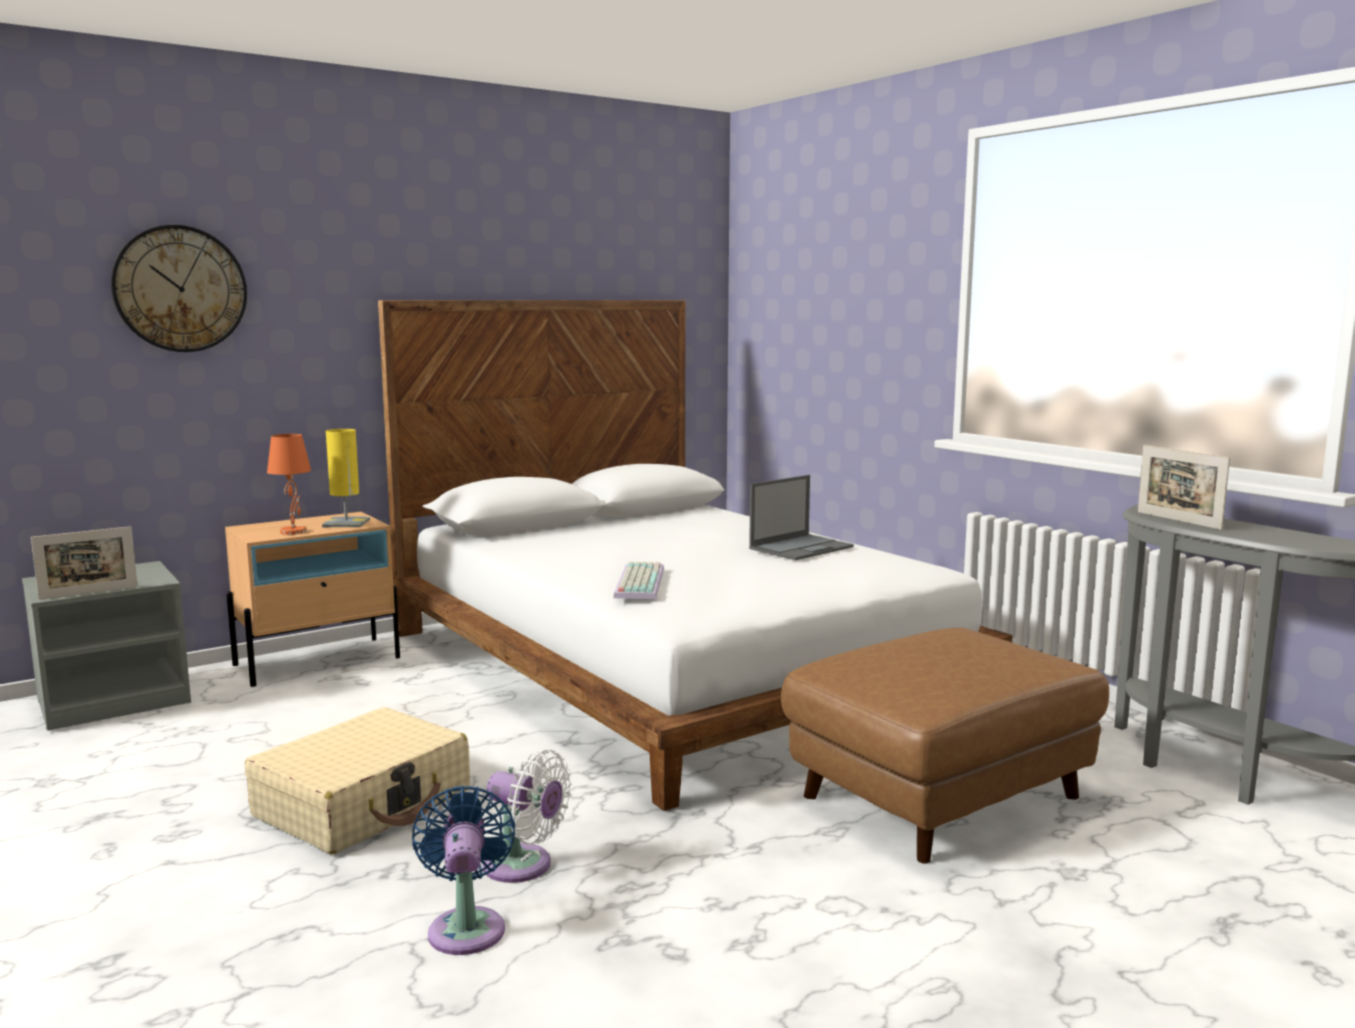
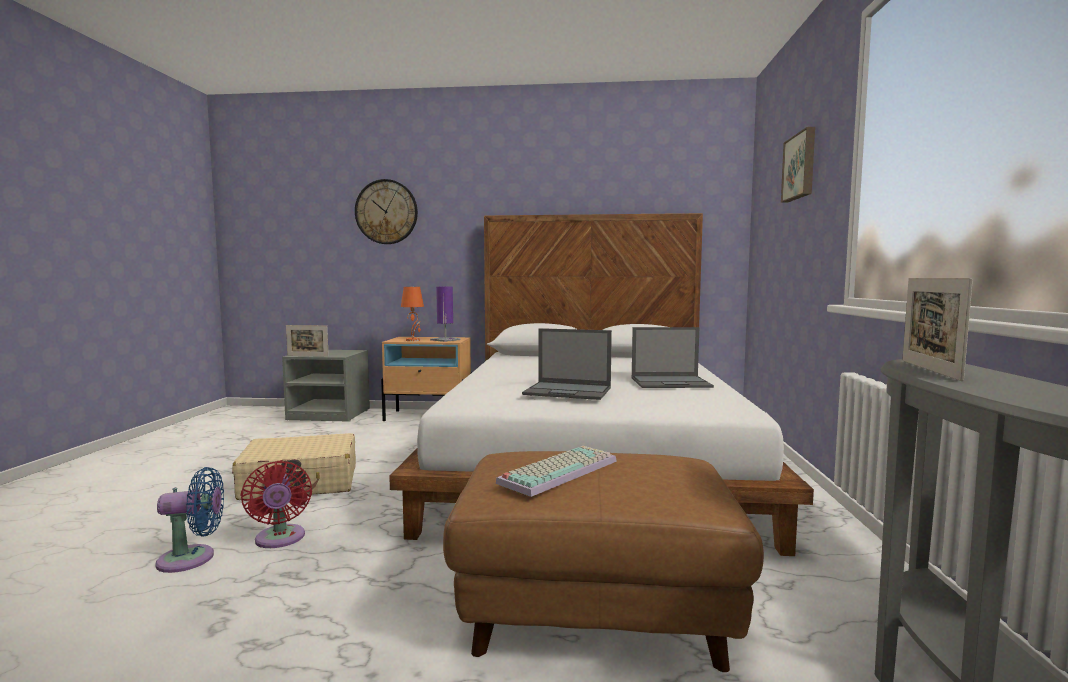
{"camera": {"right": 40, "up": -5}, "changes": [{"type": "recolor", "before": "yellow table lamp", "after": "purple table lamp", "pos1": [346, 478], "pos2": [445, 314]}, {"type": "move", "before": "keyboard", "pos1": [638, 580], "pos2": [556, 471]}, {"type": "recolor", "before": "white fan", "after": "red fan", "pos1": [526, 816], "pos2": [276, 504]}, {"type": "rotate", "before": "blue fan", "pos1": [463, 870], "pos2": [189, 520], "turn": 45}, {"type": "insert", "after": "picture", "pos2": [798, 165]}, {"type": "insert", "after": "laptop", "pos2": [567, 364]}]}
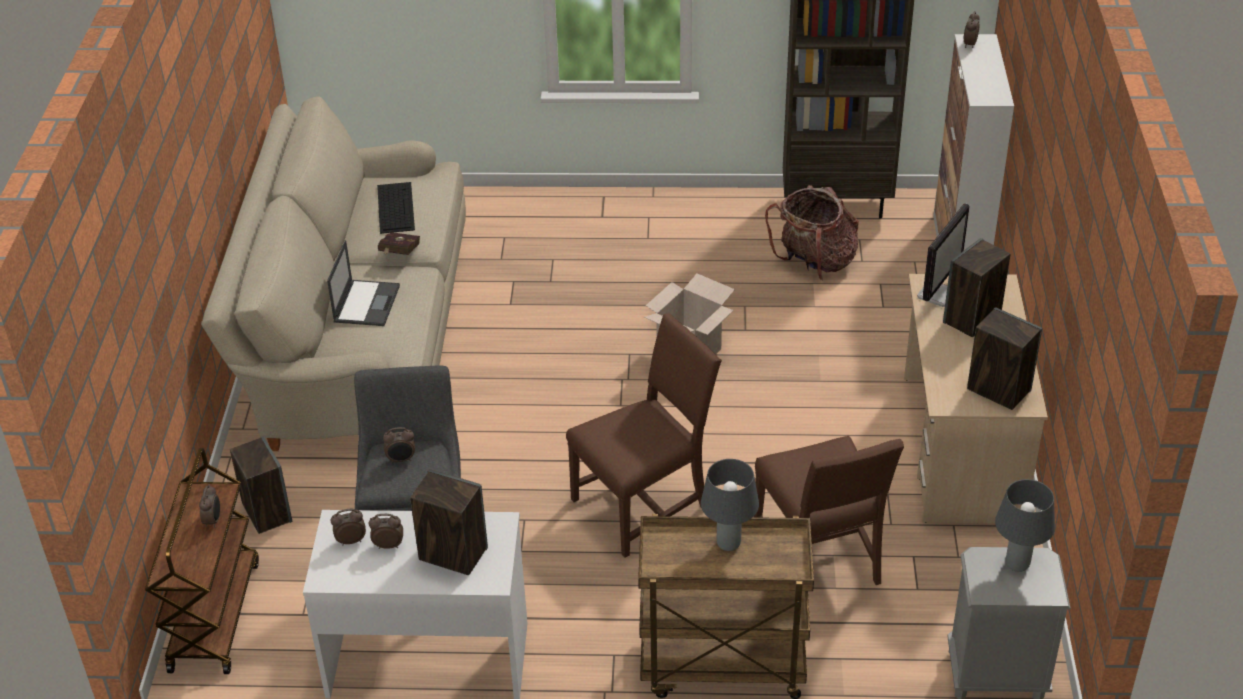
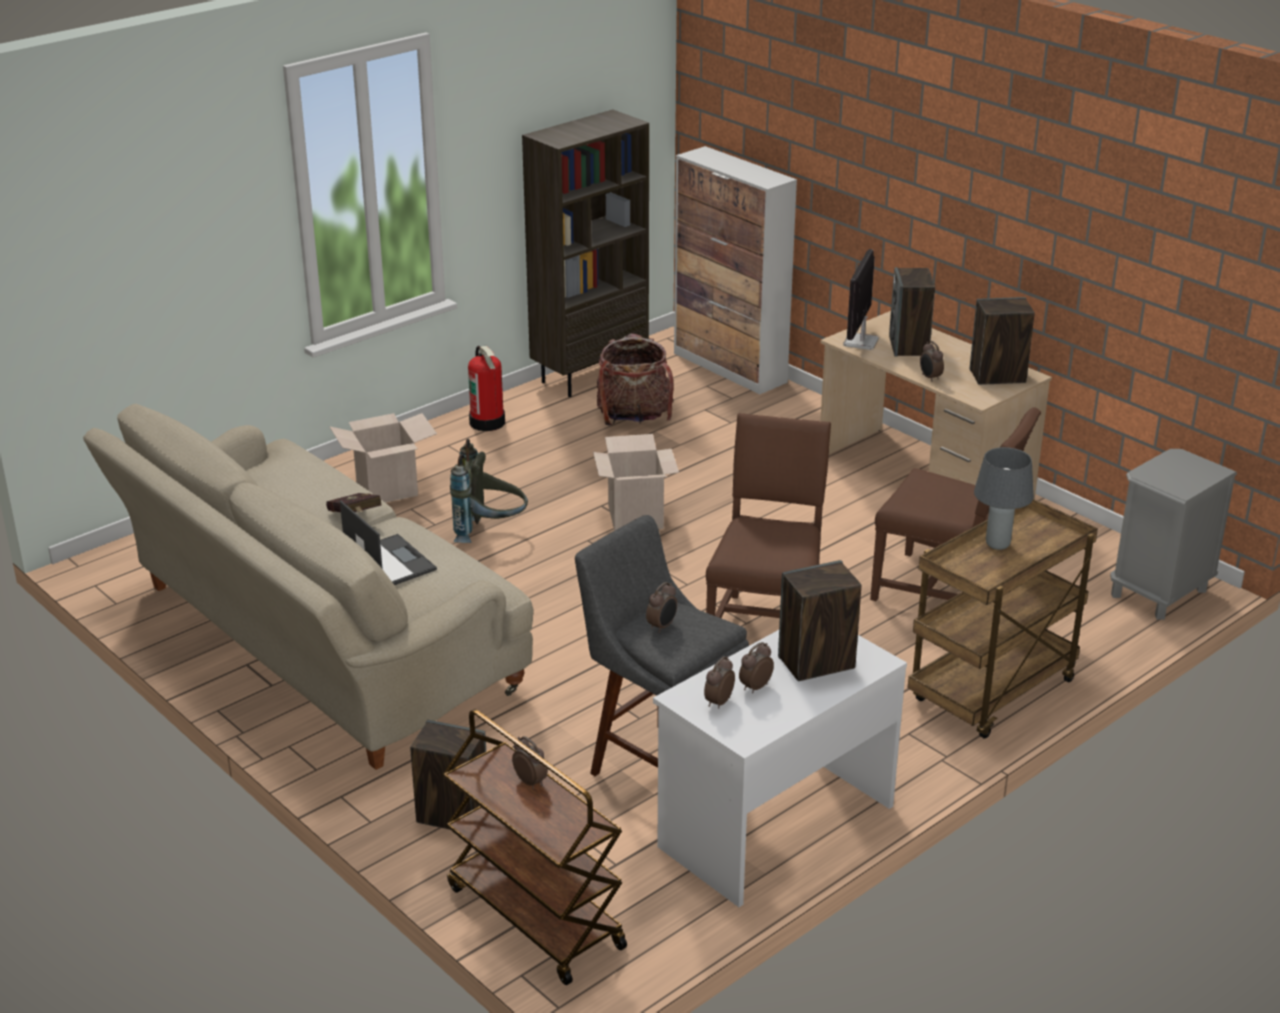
{"camera": {"right": -45, "up": -10}, "changes": [{"type": "move", "before": "alarm clock", "pos1": [972, 29], "pos2": [932, 361]}, {"type": "delete", "before": "keyboard", "pos1": [396, 208]}, {"type": "rotate", "before": "monitor", "pos1": [943, 255], "pos2": [861, 299], "turn": -150}, {"type": "delete", "before": "grey table lamp", "pos1": [1025, 525]}, {"type": "insert", "after": "fire extinguisher", "pos2": [486, 388]}, {"type": "insert", "after": "cardboard box", "pos2": [383, 458]}, {"type": "insert", "after": "grey backpack", "pos2": [489, 491]}]}
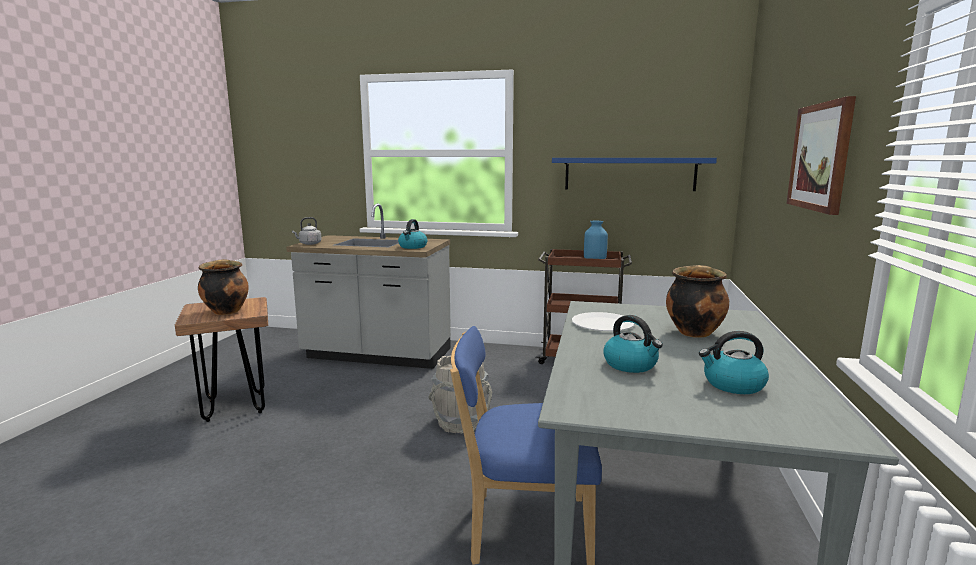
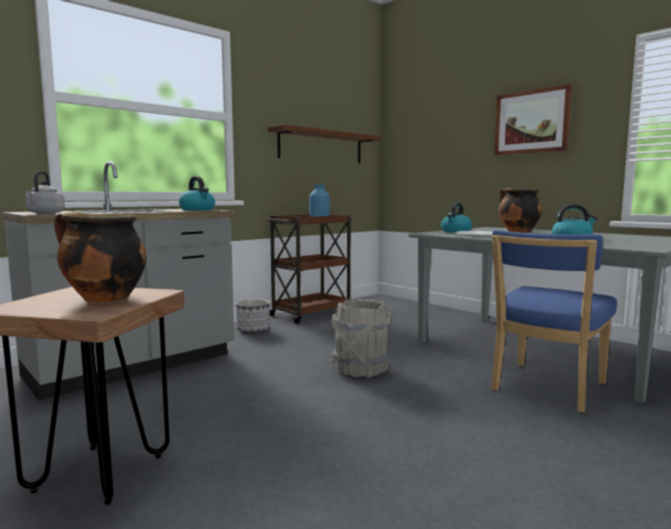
{"camera": {"right": -55, "up": -5}, "changes": [{"type": "recolor", "before": "blue shelf", "after": "brown shelf", "pos1": [634, 174], "pos2": [325, 143]}, {"type": "move", "before": "kettle", "pos1": [734, 362], "pos2": [456, 218]}, {"type": "insert", "after": "planter", "pos2": [253, 316]}]}
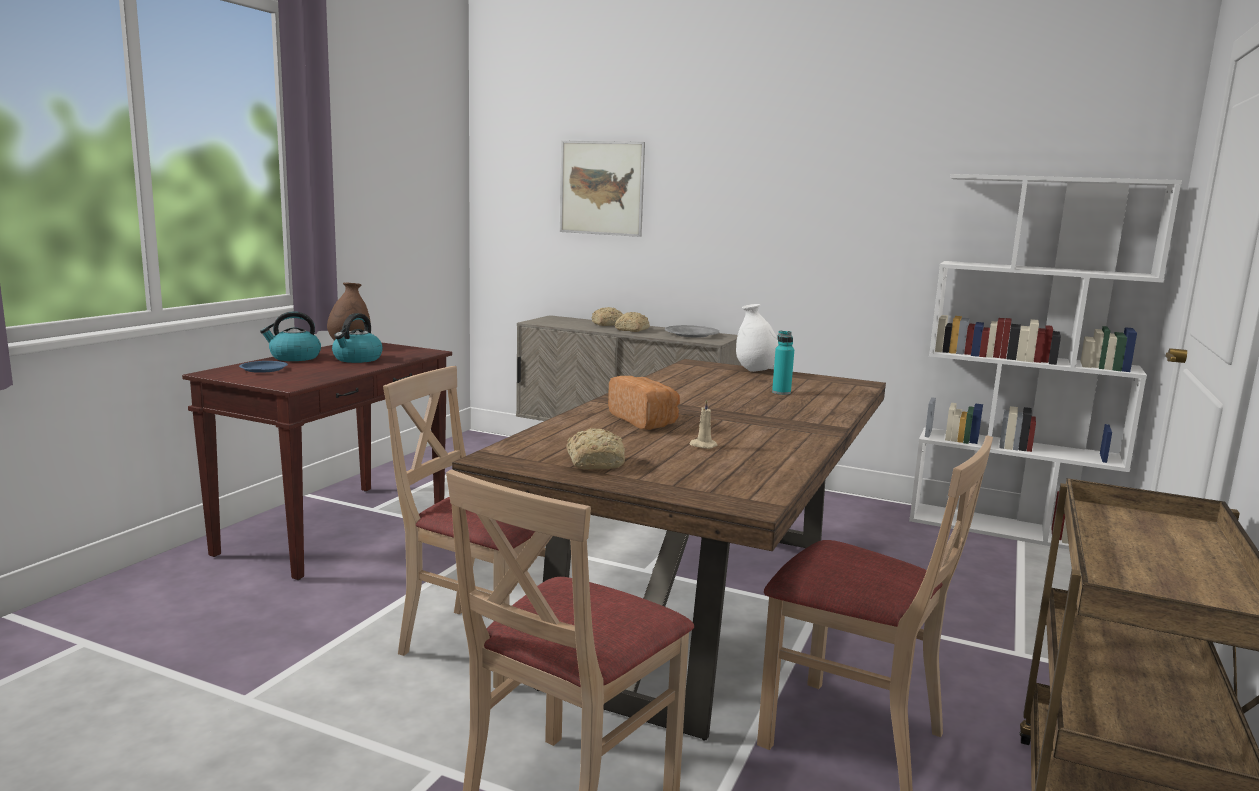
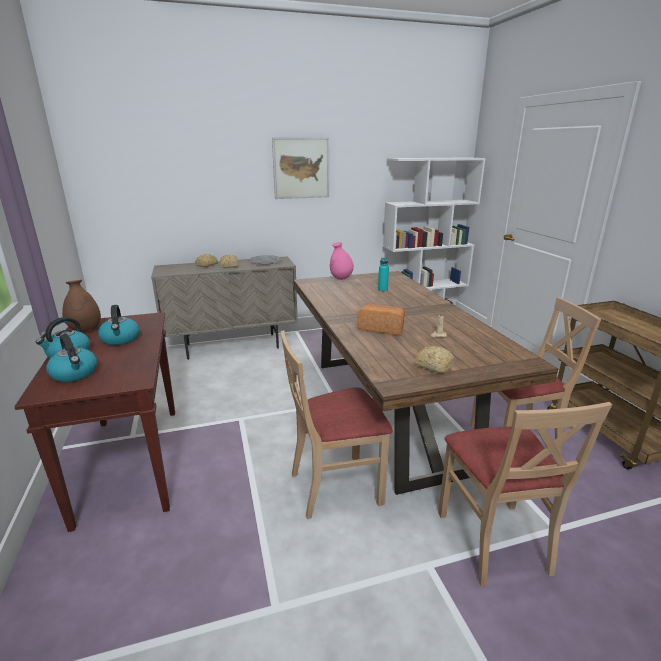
{"camera": {"right": -40, "up": 10}, "changes": [{"type": "move", "before": "picture", "pos1": [602, 188], "pos2": [300, 168]}, {"type": "recolor", "before": "white vase", "after": "pink vase", "pos1": [757, 338], "pos2": [342, 261]}, {"type": "replace", "before": "blue plate", "after": "kettle", "pos1": [263, 367], "pos2": [71, 358]}]}
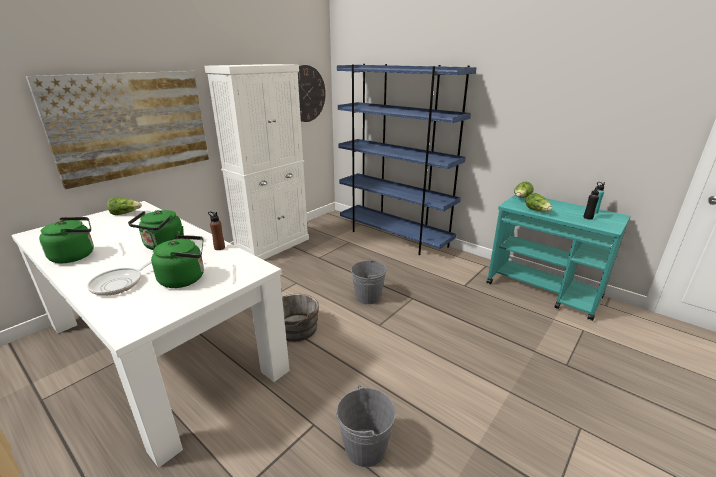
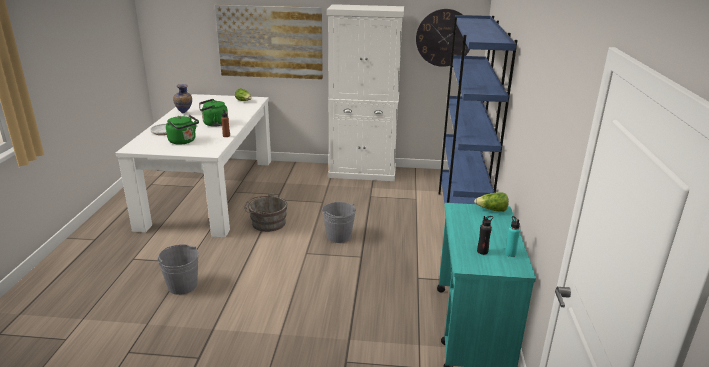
{"camera": {"right": 55, "up": 0}, "changes": [{"type": "delete", "before": "lettuce", "pos1": [539, 202]}, {"type": "replace", "before": "green kettle", "after": "vase", "pos1": [66, 240], "pos2": [182, 98]}]}
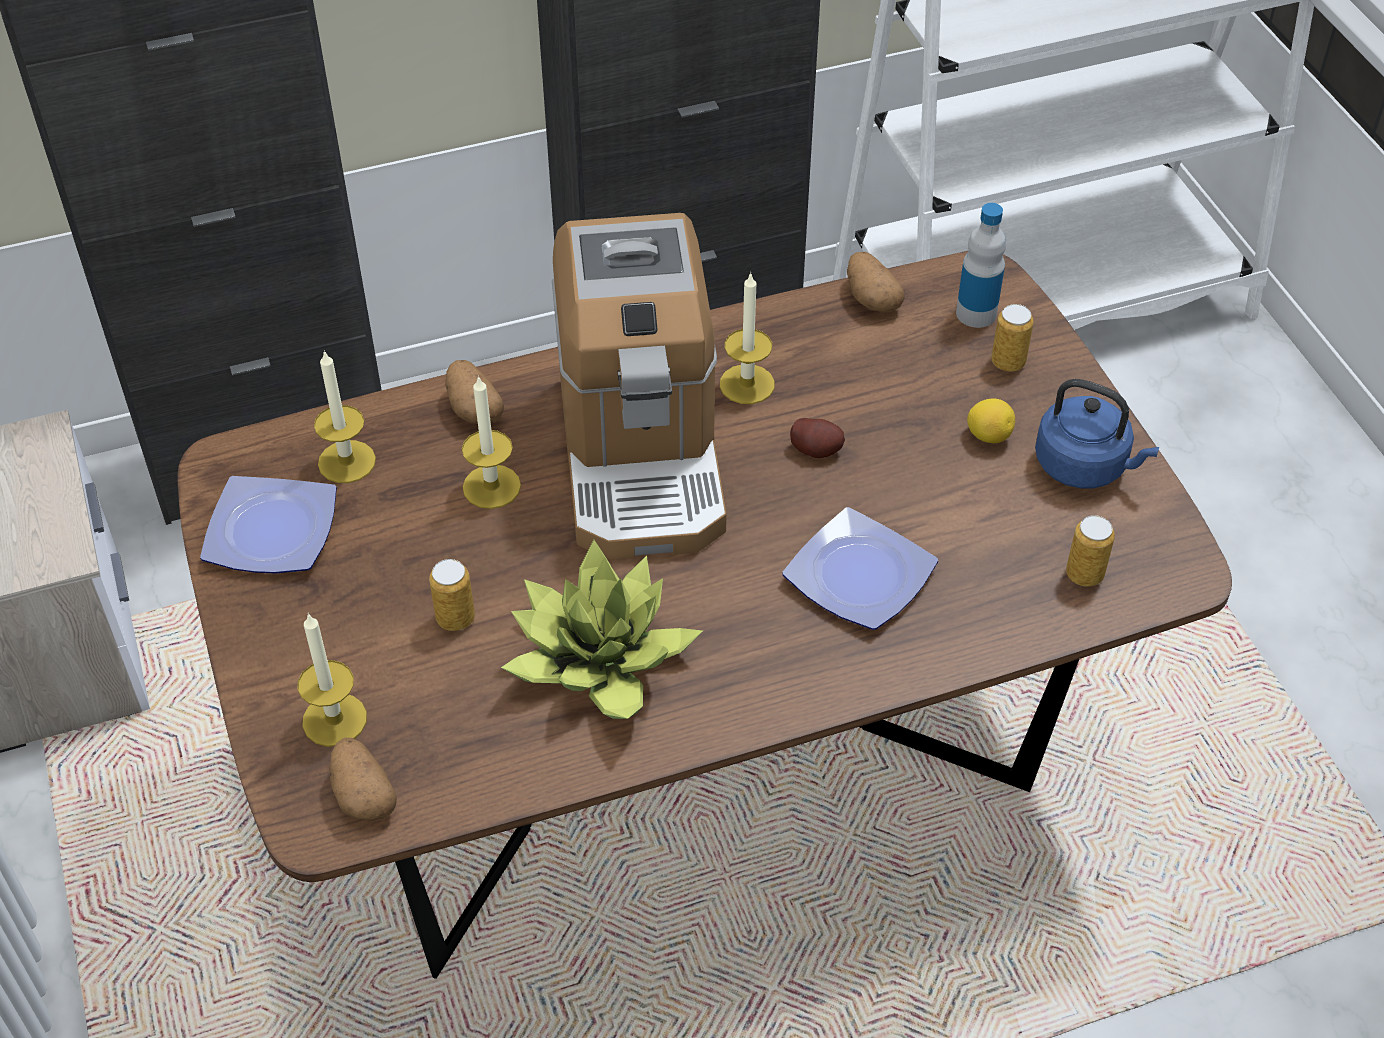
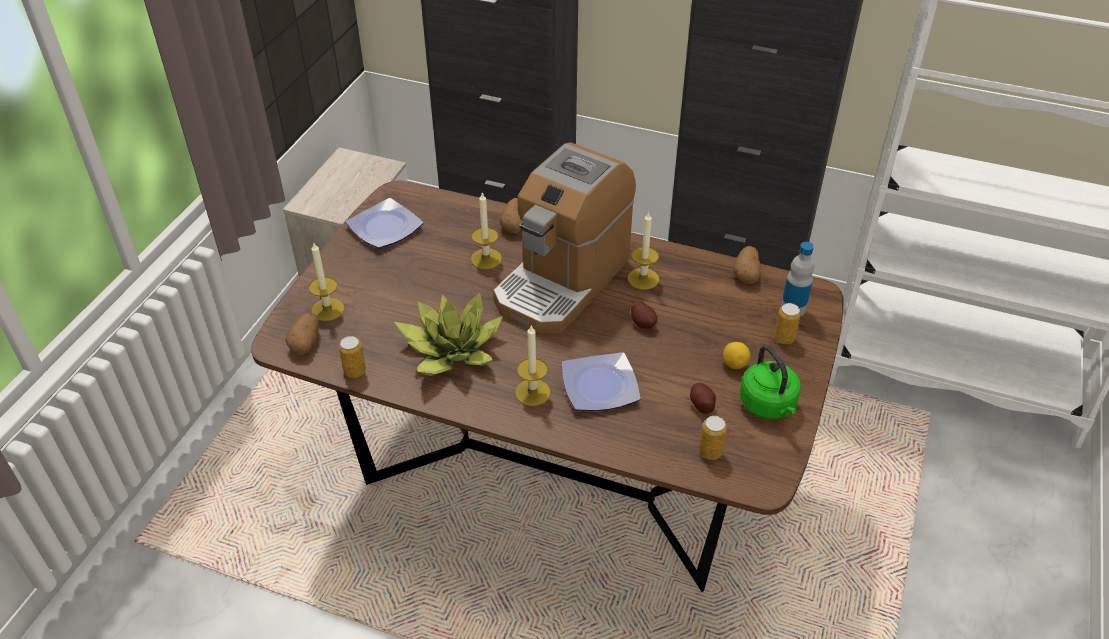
{"camera": {"right": 40, "up": -5}, "changes": [{"type": "move", "before": "candle", "pos1": [345, 416], "pos2": [532, 365]}, {"type": "recolor", "before": "blue kettle", "after": "green kettle", "pos1": [1097, 433], "pos2": [770, 382]}, {"type": "move", "before": "can", "pos1": [452, 595], "pos2": [352, 357]}, {"type": "insert", "after": "potato", "pos2": [703, 398]}]}
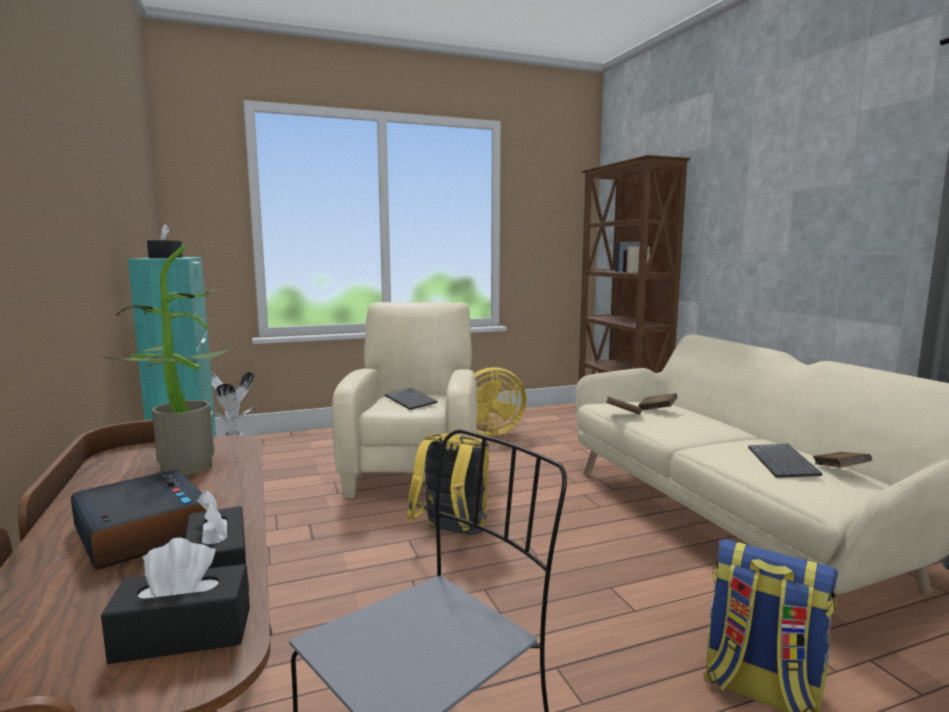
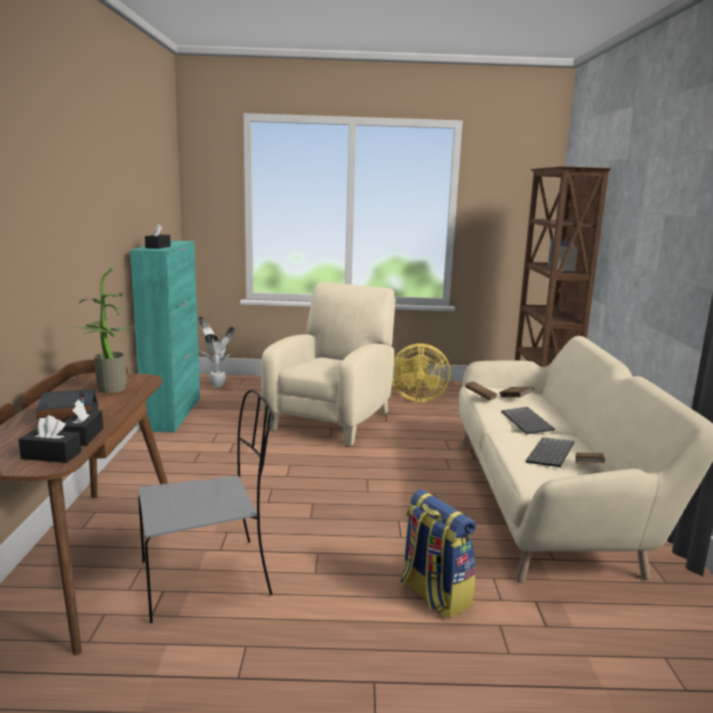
{"camera": {"right": 20, "up": 5}, "changes": [{"type": "move", "before": "keyboard", "pos1": [411, 399], "pos2": [528, 420]}, {"type": "delete", "before": "yellow backpack", "pos1": [447, 484]}]}
